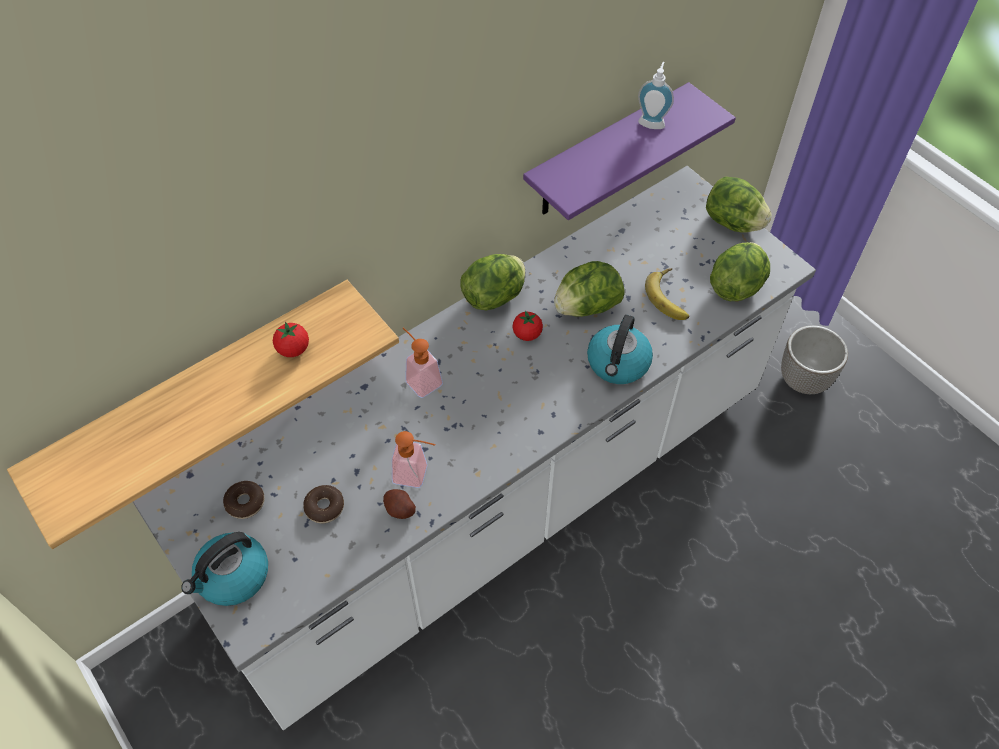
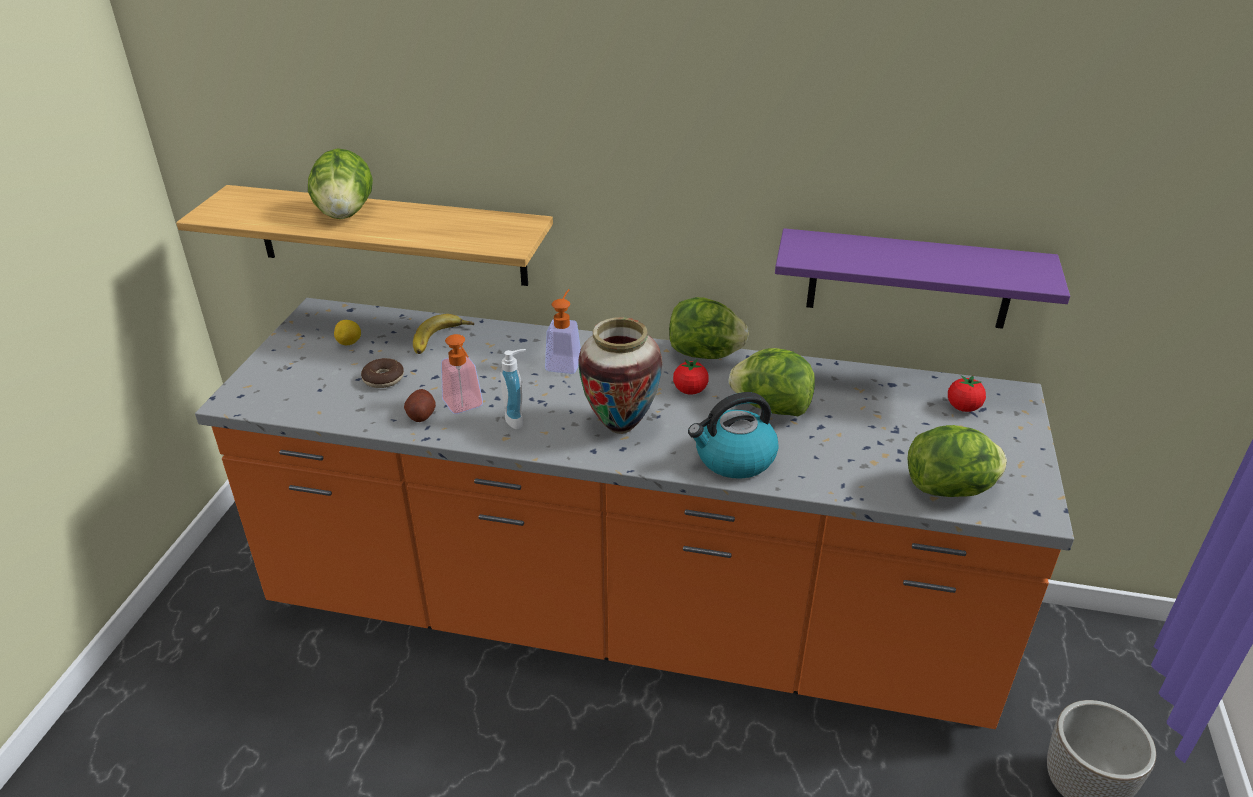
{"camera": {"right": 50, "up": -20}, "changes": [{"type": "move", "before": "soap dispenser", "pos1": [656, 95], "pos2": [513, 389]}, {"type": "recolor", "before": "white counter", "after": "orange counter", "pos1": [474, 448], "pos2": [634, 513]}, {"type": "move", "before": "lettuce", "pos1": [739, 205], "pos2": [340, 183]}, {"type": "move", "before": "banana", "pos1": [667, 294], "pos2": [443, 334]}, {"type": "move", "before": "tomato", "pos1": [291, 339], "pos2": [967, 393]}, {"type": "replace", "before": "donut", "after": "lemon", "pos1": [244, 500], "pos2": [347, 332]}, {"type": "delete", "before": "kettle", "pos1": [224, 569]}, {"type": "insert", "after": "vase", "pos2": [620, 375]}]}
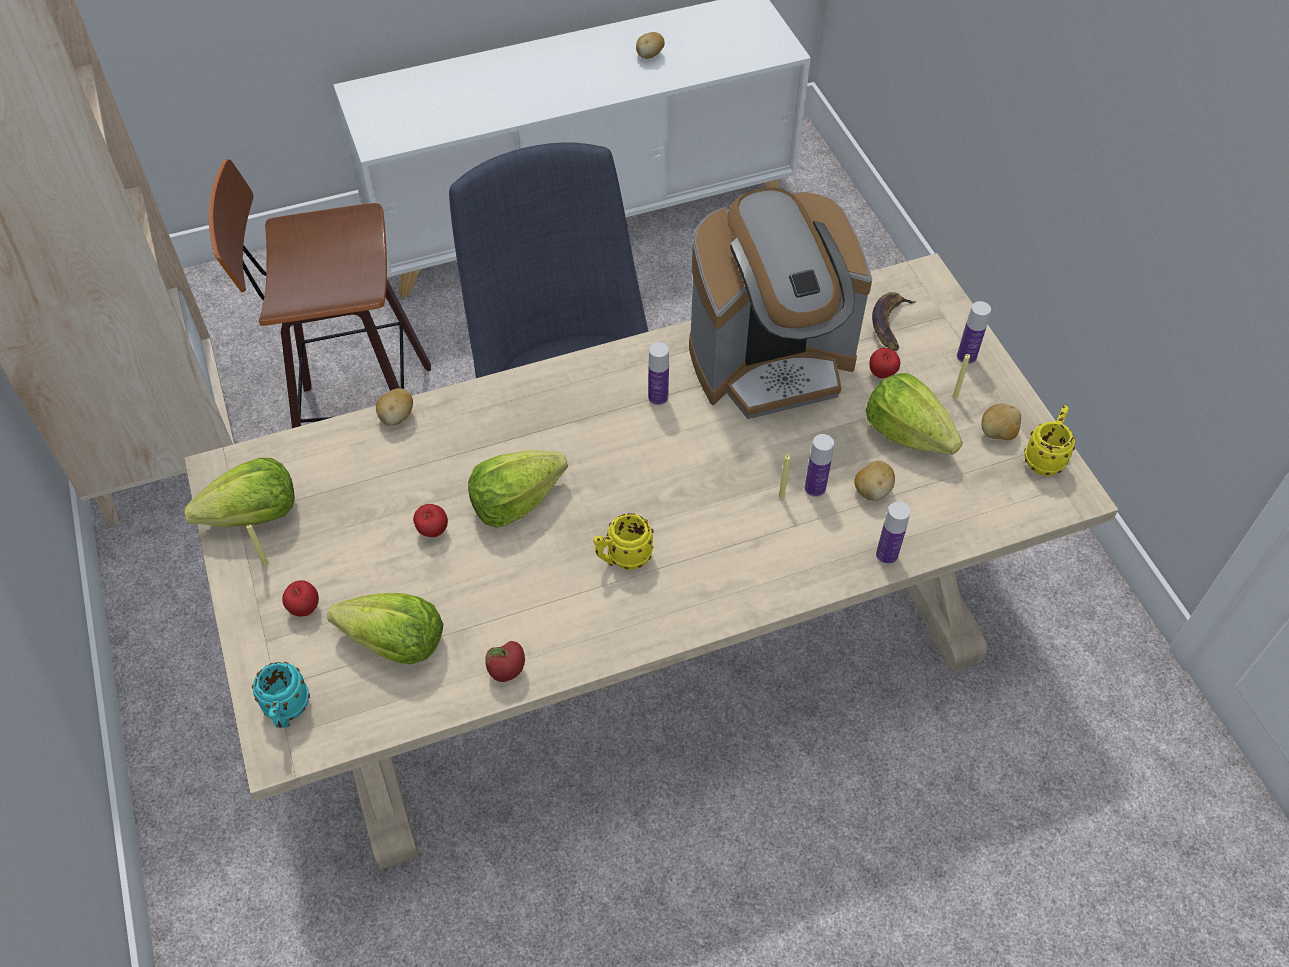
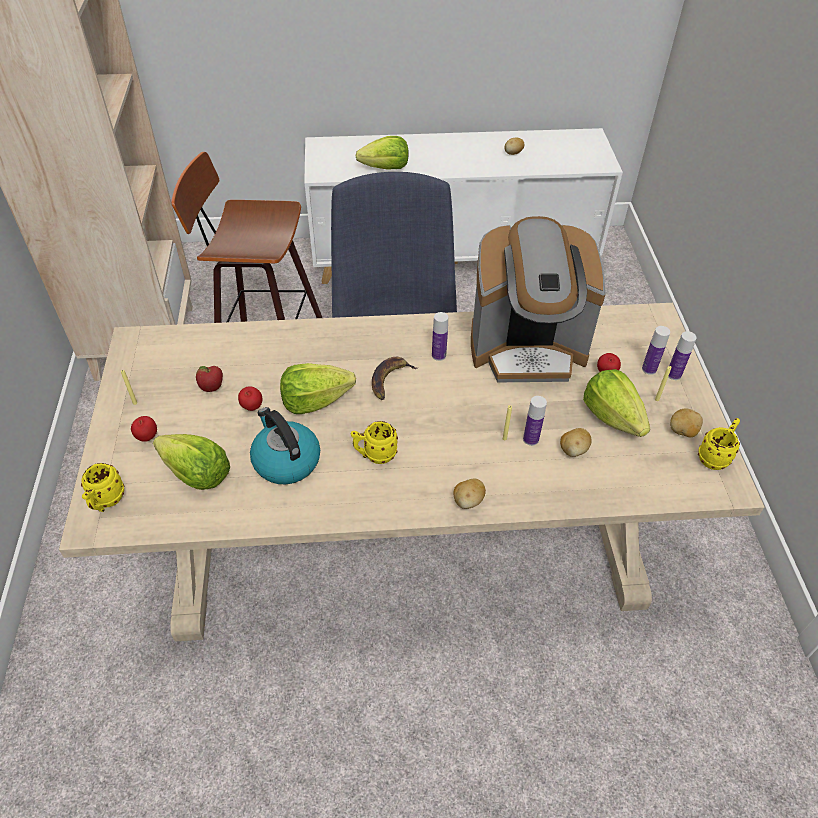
{"camera": {"right": 15, "up": -5}, "changes": [{"type": "move", "before": "banana", "pos1": [894, 321], "pos2": [395, 378]}, {"type": "move", "before": "potato", "pos1": [394, 407], "pos2": [469, 493]}, {"type": "move", "before": "lettuce", "pos1": [240, 492], "pos2": [382, 153]}, {"type": "move", "before": "bottle", "pos1": [893, 533], "pos2": [656, 350]}, {"type": "move", "before": "apple", "pos1": [505, 661], "pos2": [209, 379]}, {"type": "recolor", "before": "turquoise mug", "after": "yellow mug", "pos1": [281, 695], "pos2": [102, 487]}, {"type": "insert", "after": "kettle", "pos2": [285, 445]}]}
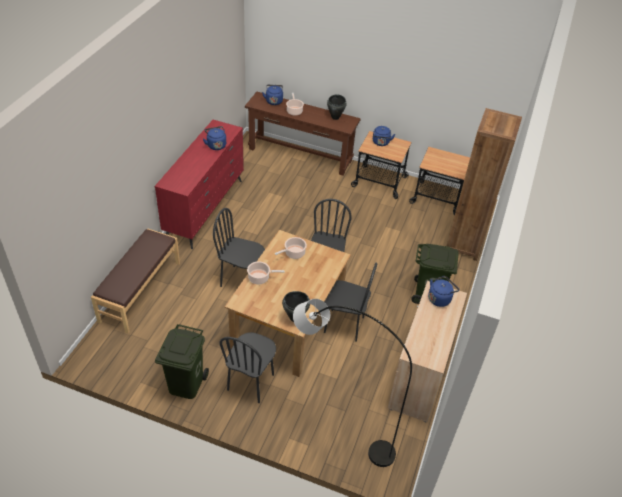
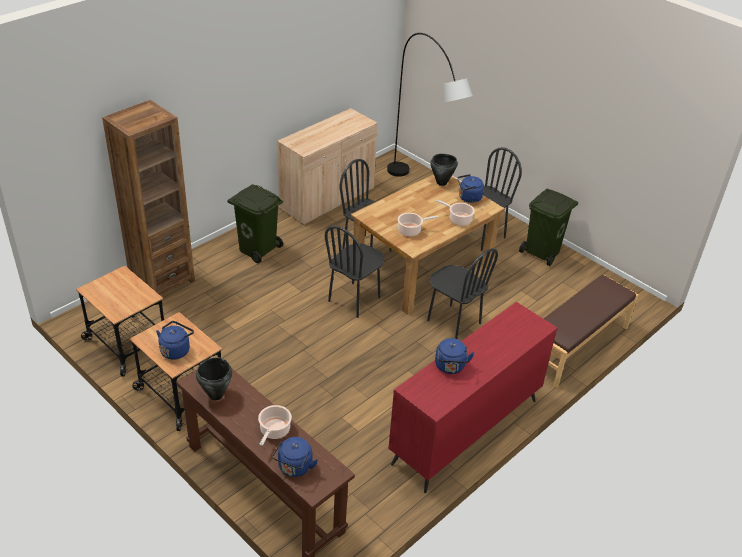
{"camera": {"right": -155, "up": -5}, "changes": [{"type": "move", "before": "blue kettle", "pos1": [443, 291], "pos2": [470, 188]}]}
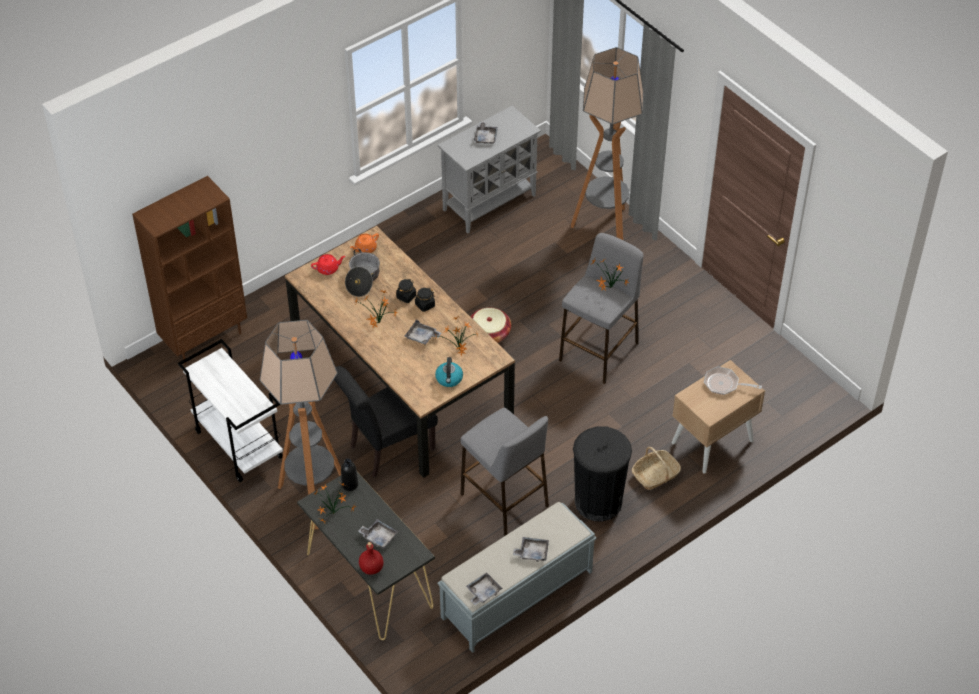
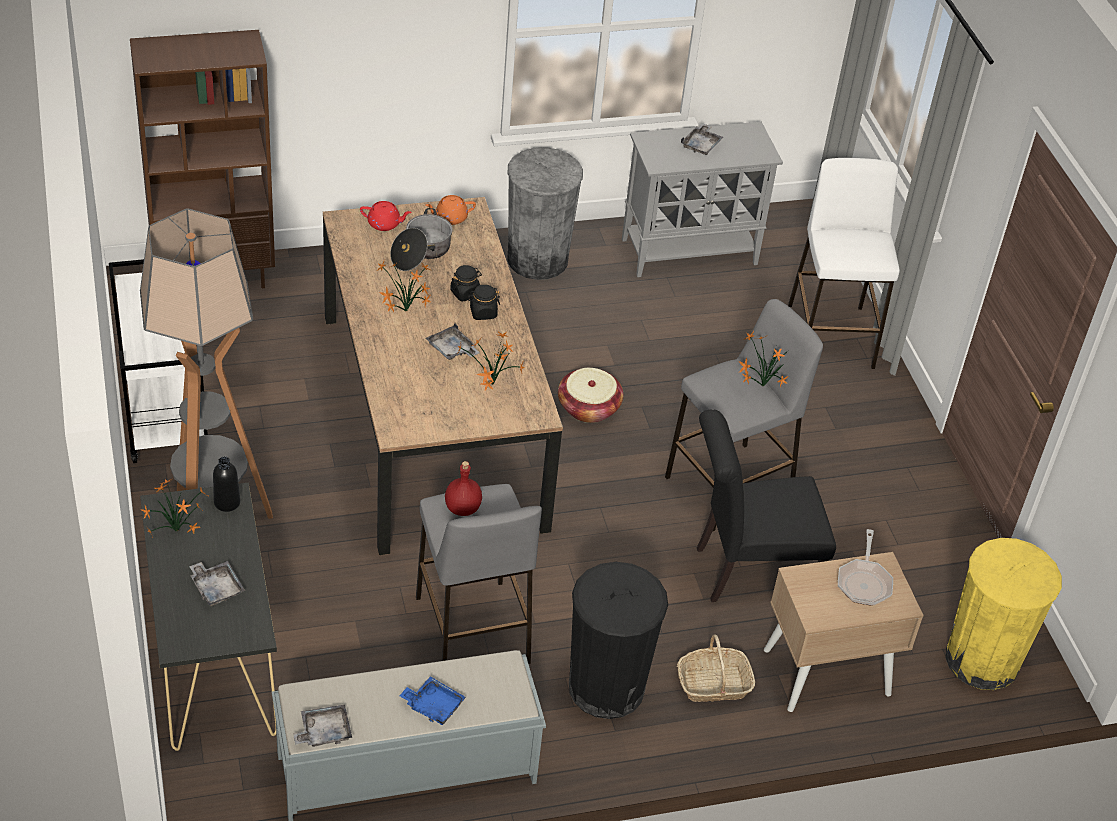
{"camera": {"right": 20, "up": -5}, "changes": [{"type": "replace", "before": "floor lamp", "after": "white stool", "pos1": [607, 143], "pos2": [844, 263]}, {"type": "delete", "before": "kettle", "pos1": [449, 372]}, {"type": "move", "before": "black chair", "pos1": [386, 421], "pos2": [766, 505]}, {"type": "rotate", "before": "frying pan", "pos1": [733, 381], "pos2": [865, 567], "turn": -120}, {"type": "recolor", "before": "grey tray", "after": "blue tray", "pos1": [531, 549], "pos2": [432, 700]}, {"type": "move", "before": "red bottle", "pos1": [371, 558], "pos2": [463, 488]}, {"type": "insert", "after": "grey trash can", "pos2": [545, 213]}, {"type": "insert", "after": "yellow trash can", "pos2": [1004, 614]}]}
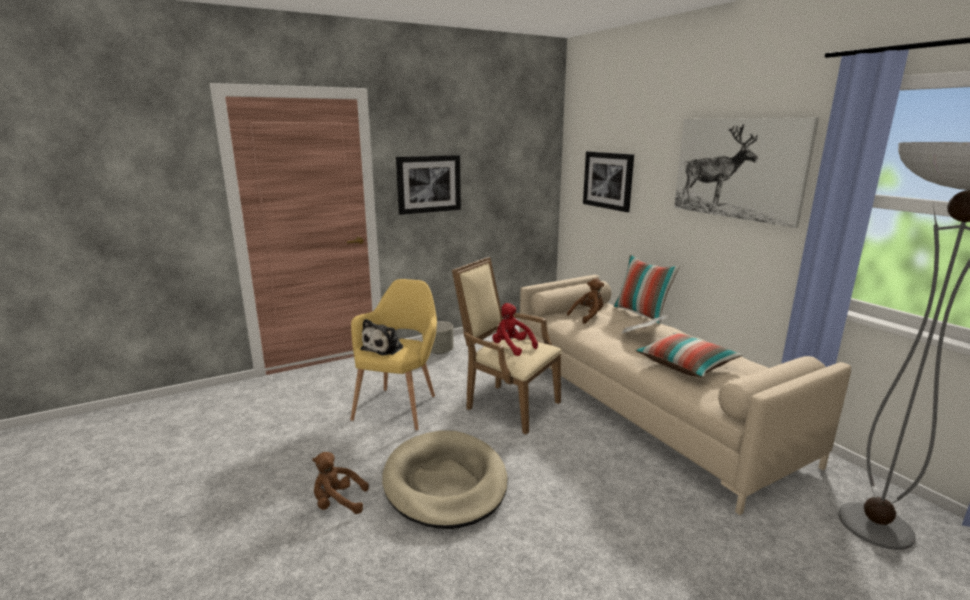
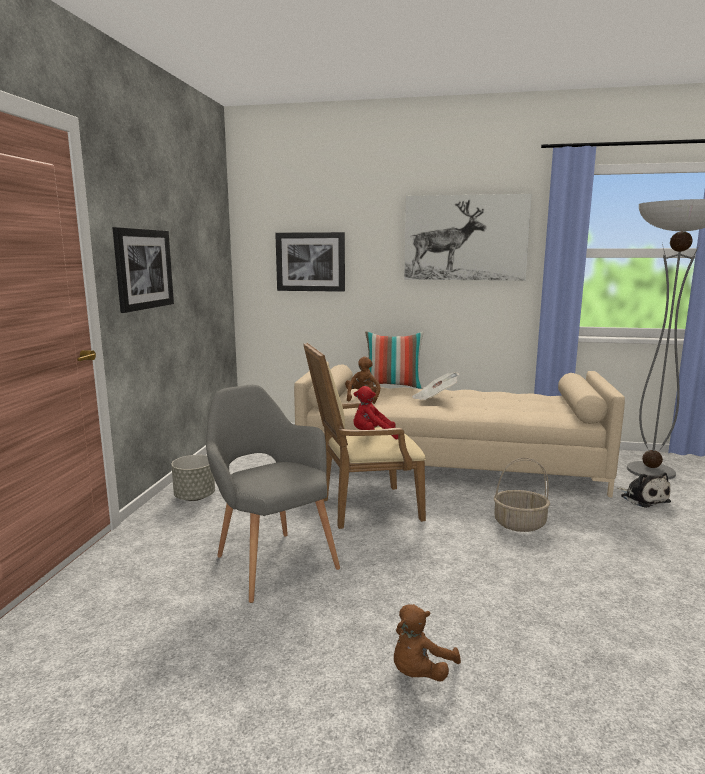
{"camera": {"right": -50, "up": -5}, "changes": [{"type": "recolor", "before": "yellow armchair", "after": "grey armchair", "pos1": [394, 354], "pos2": [273, 494]}, {"type": "move", "before": "plush toy", "pos1": [381, 337], "pos2": [644, 490]}, {"type": "delete", "before": "pillow", "pos1": [688, 355]}, {"type": "delete", "before": "beige dog bed", "pos1": [445, 480]}, {"type": "insert", "after": "basket", "pos2": [522, 495]}]}
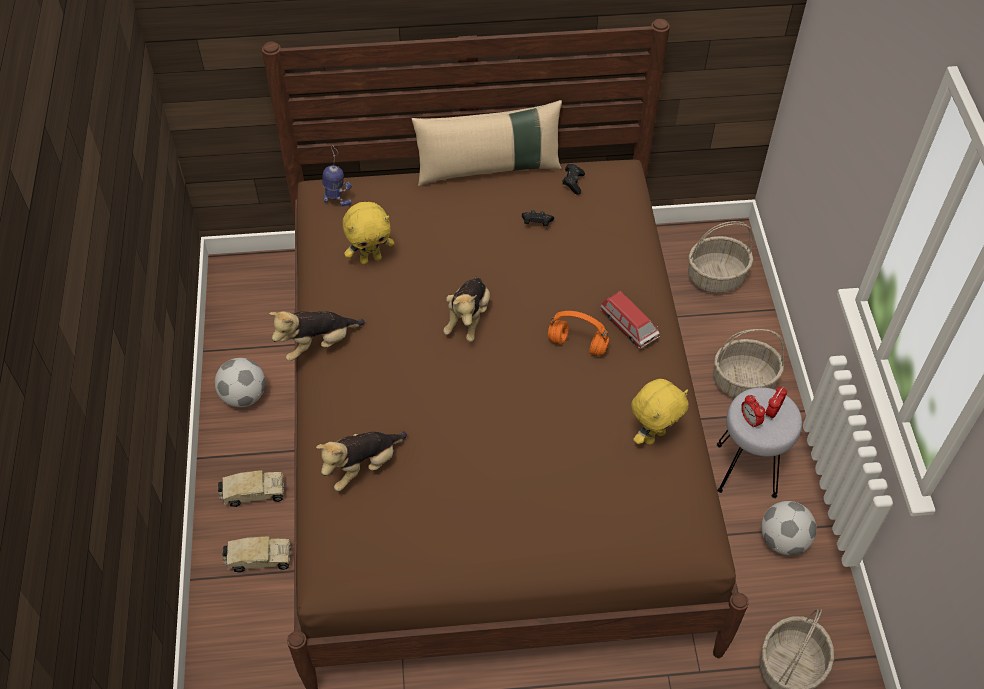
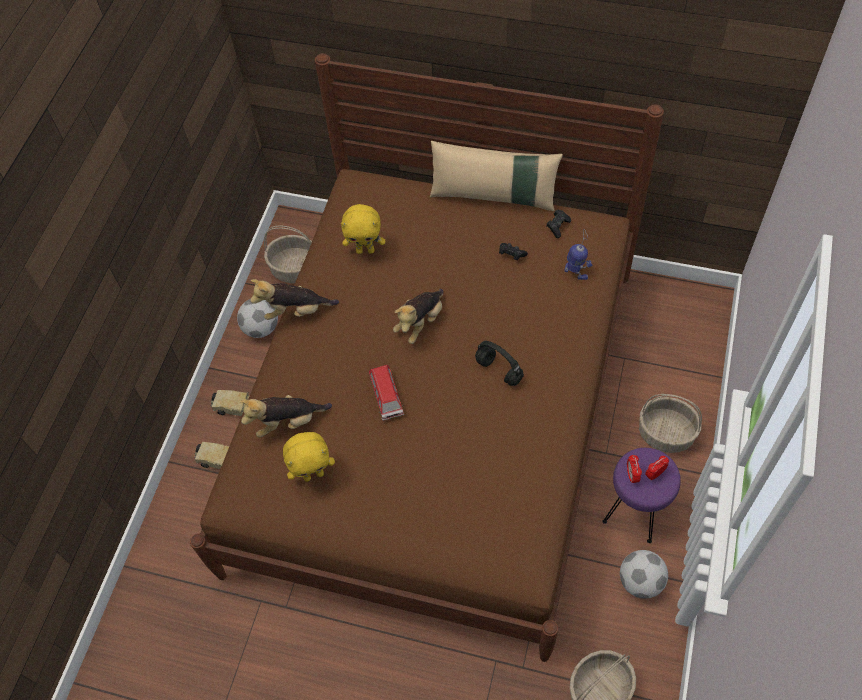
{"camera": {"right": 25, "up": 5}, "changes": [{"type": "move", "before": "toy robot", "pos1": [337, 176], "pos2": [578, 254]}, {"type": "move", "before": "basket", "pos1": [720, 257], "pos2": [288, 254]}, {"type": "move", "before": "toy car", "pos1": [630, 320], "pos2": [386, 393]}, {"type": "recolor", "before": "orange headphones", "after": "black headphones", "pos1": [578, 333], "pos2": [499, 363]}, {"type": "move", "before": "yellow plush toy", "pos1": [660, 412], "pos2": [309, 457]}, {"type": "recolor", "before": "grey stool", "after": "purple stool", "pos1": [759, 442], "pos2": [641, 495]}]}
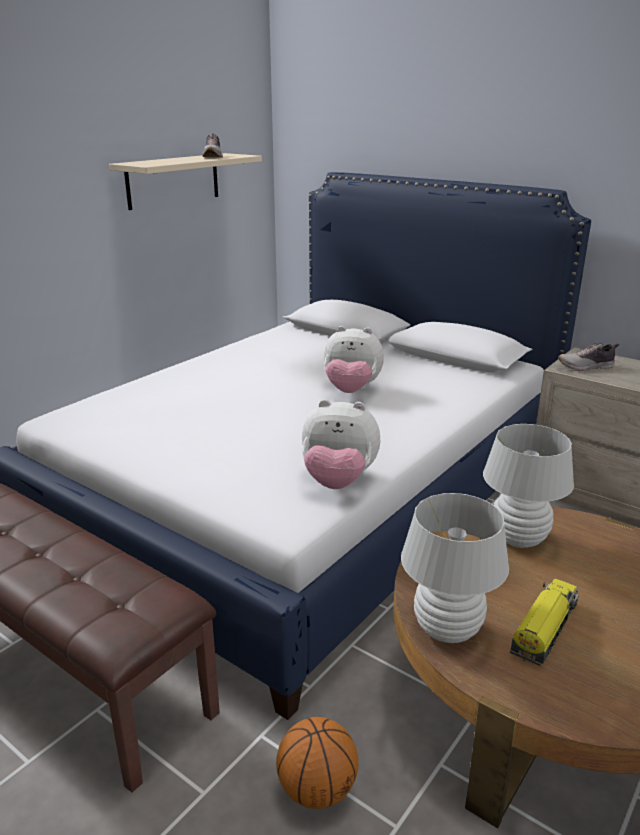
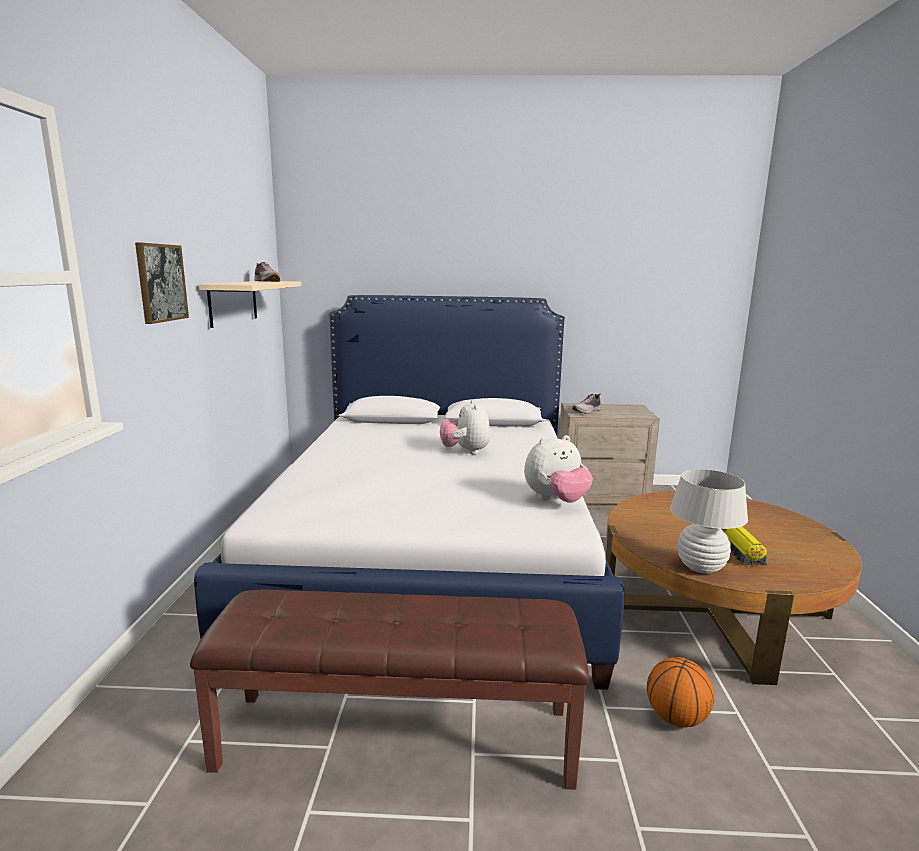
{"camera": {"right": -35, "up": -10}, "changes": [{"type": "rotate", "before": "plush toy", "pos1": [354, 359], "pos2": [465, 427], "turn": 105}, {"type": "delete", "before": "white table lamp", "pos1": [528, 486]}, {"type": "insert", "after": "picture", "pos2": [162, 283]}]}
